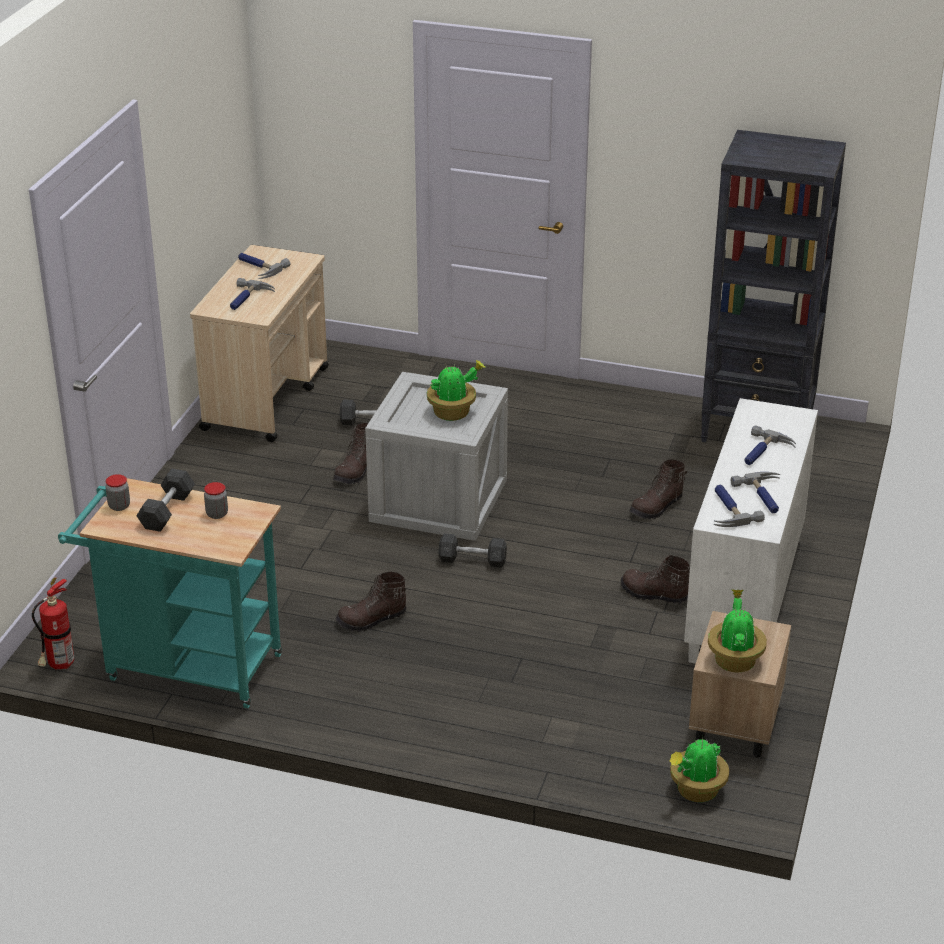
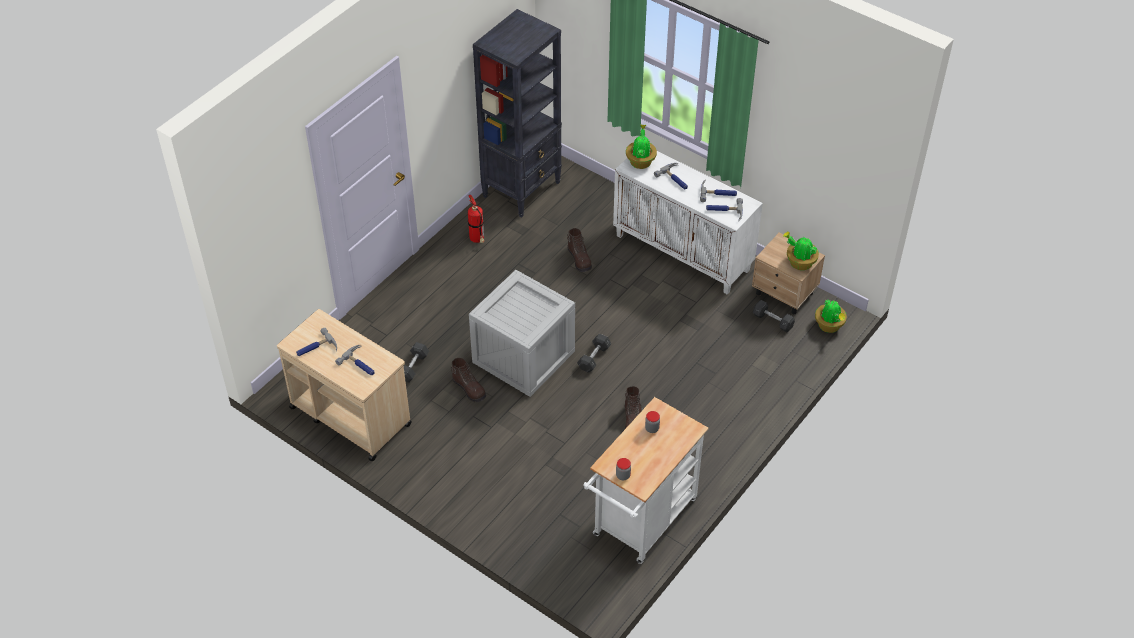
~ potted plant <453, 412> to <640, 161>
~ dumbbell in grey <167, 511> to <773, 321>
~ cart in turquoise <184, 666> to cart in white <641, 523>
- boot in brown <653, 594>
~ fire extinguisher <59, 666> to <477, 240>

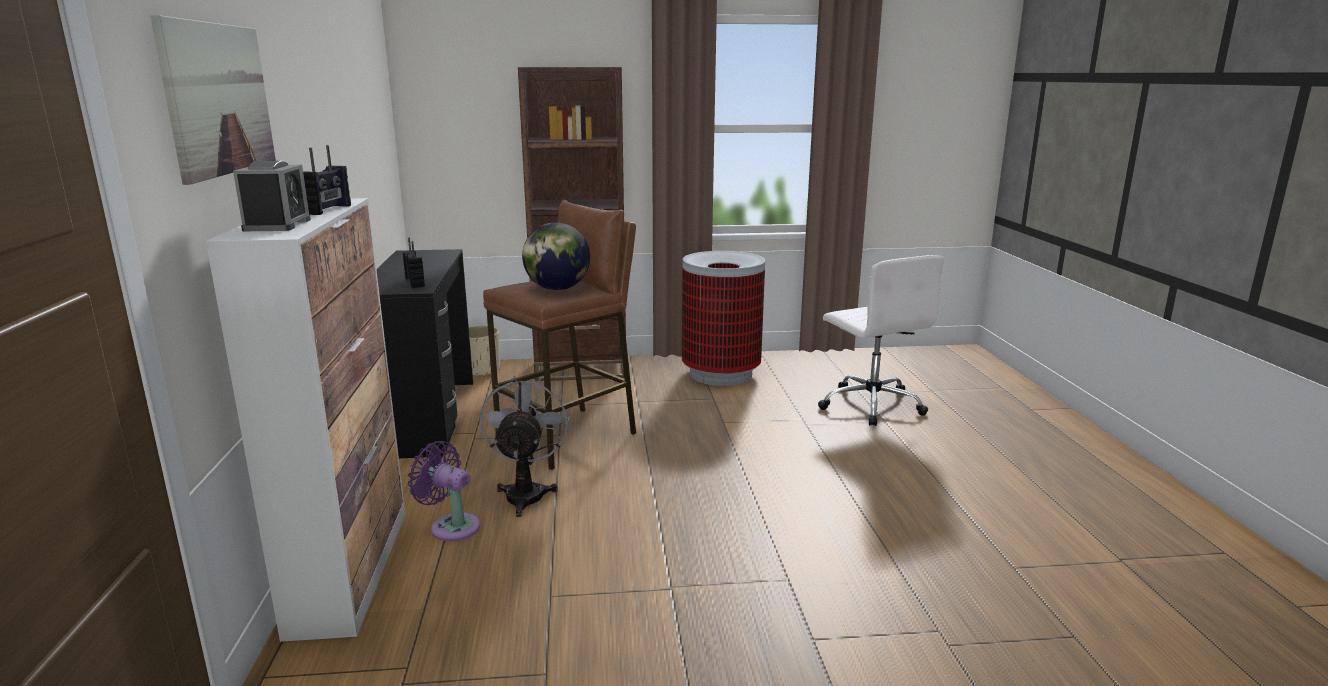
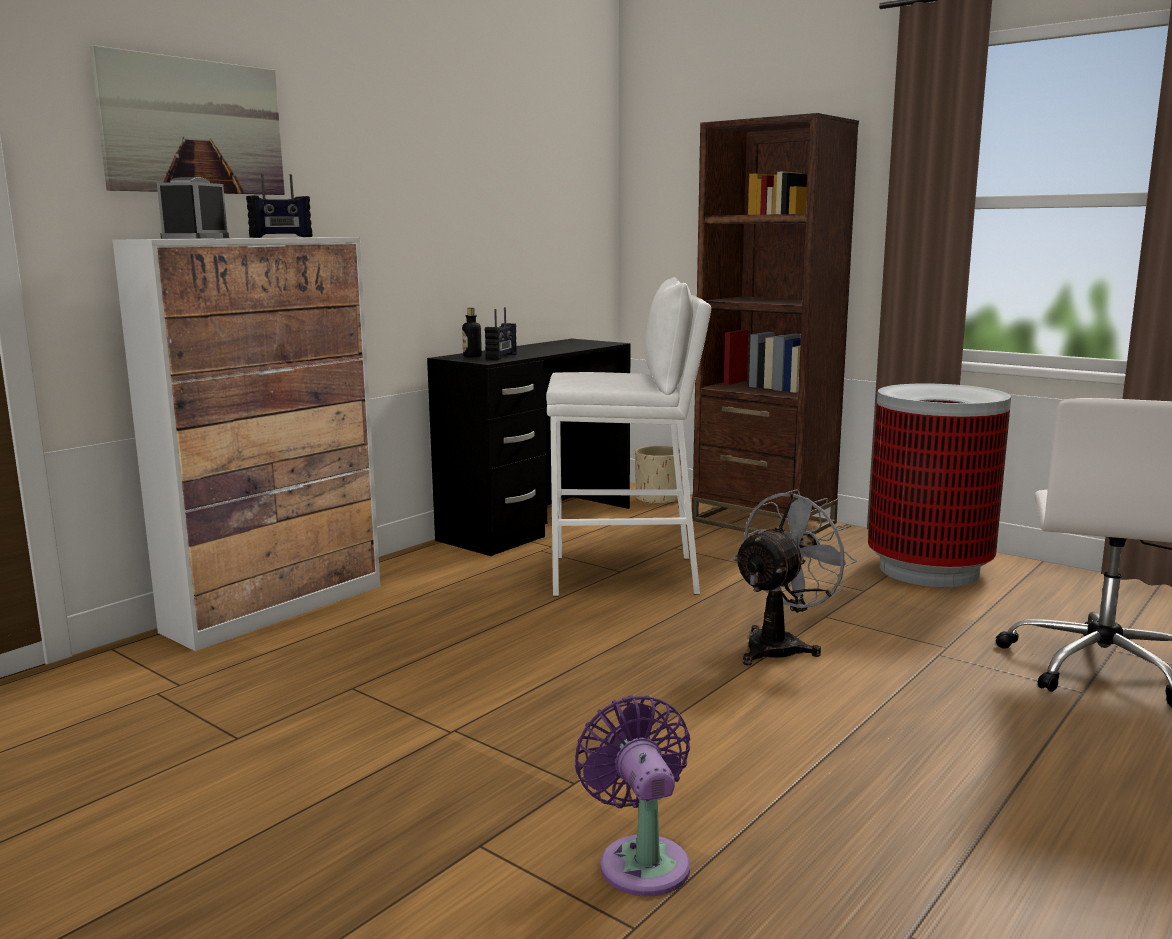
~ alarm clock <277, 225> = <195, 238> 150 degrees clockwise
~ stool in brown <568, 437> to stool in white <625, 575>
- globe <557, 289>
~ fan in grey <526, 492> to <781, 646>
~ fan in purple <451, 526> to <641, 860>
+ bottle <472, 356>

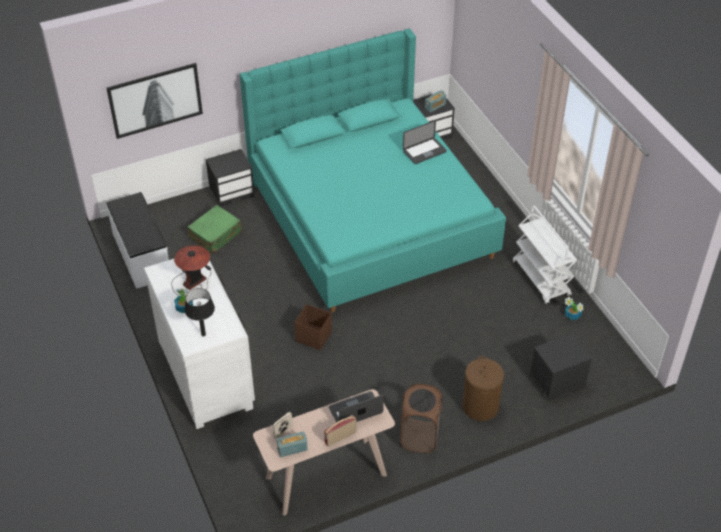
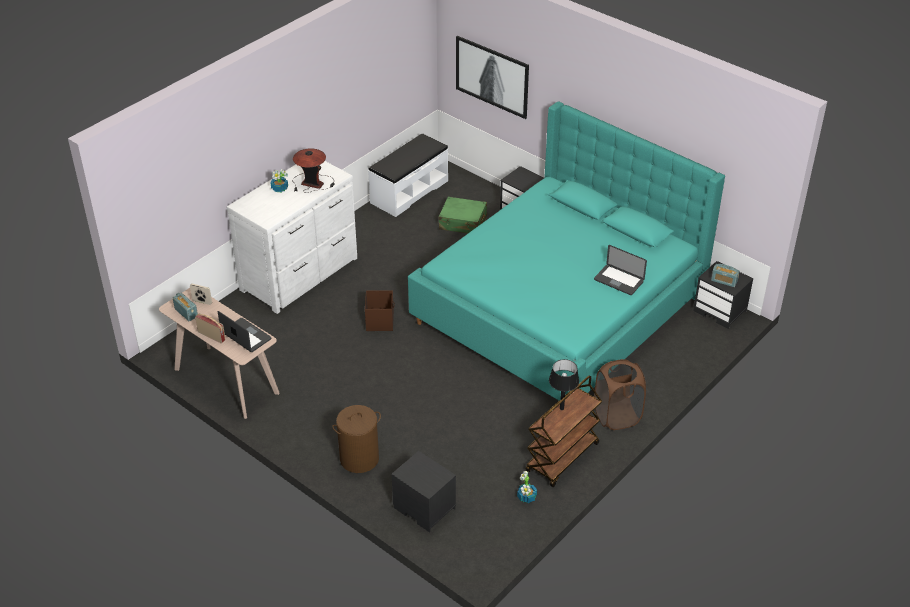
~ cart in white <541, 279> to cart in brown <562, 458>
~ table lamp in black <203, 334> to <562, 408>
~ laundry basket in brown <420, 436> to <617, 416>

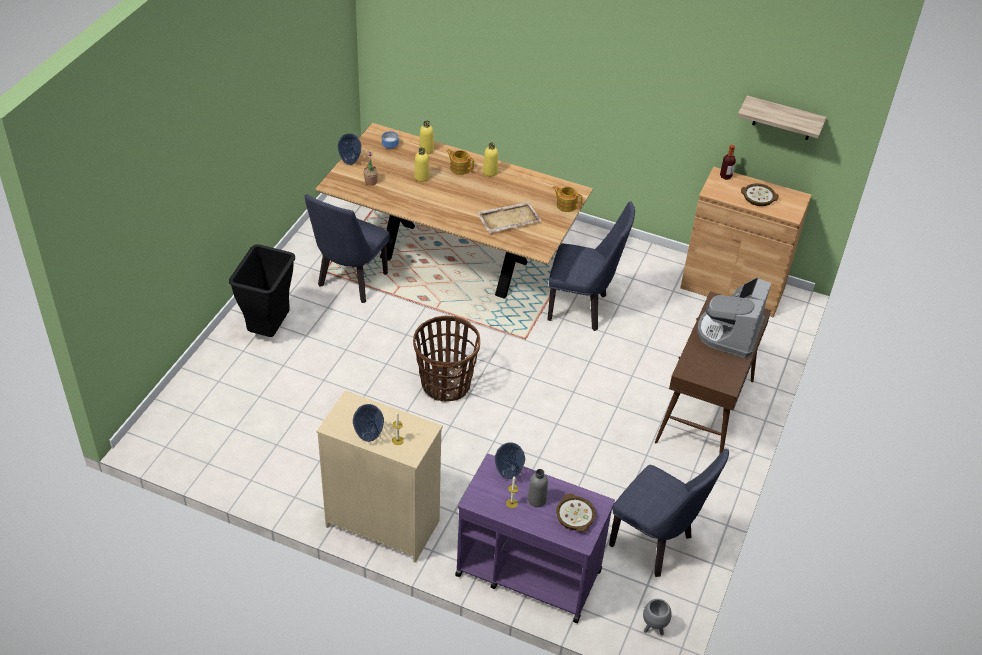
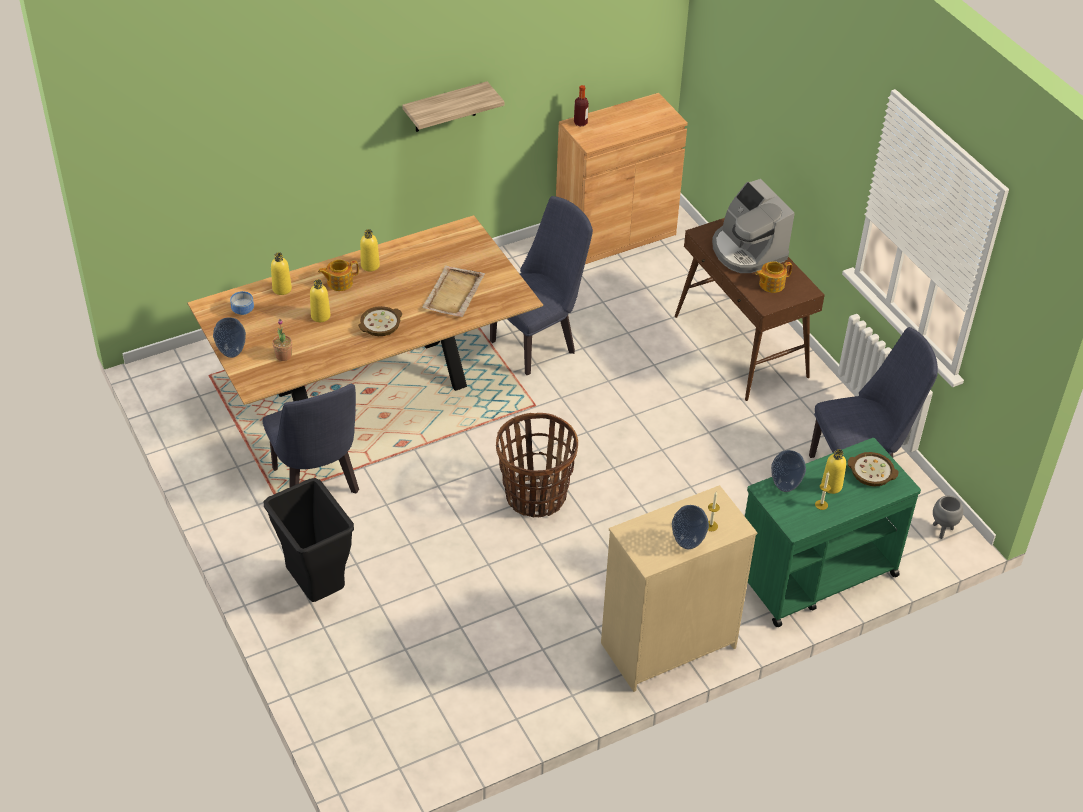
~ shelf <783, 118> to <445, 107>
~ bowl <758, 198> to <381, 325>
~ teapot <566, 205> to <771, 284>
~ cart in purple <527, 572> to cart in green <815, 575>
~ bottle in grey <537, 500> to bottle in yellow <831, 486>

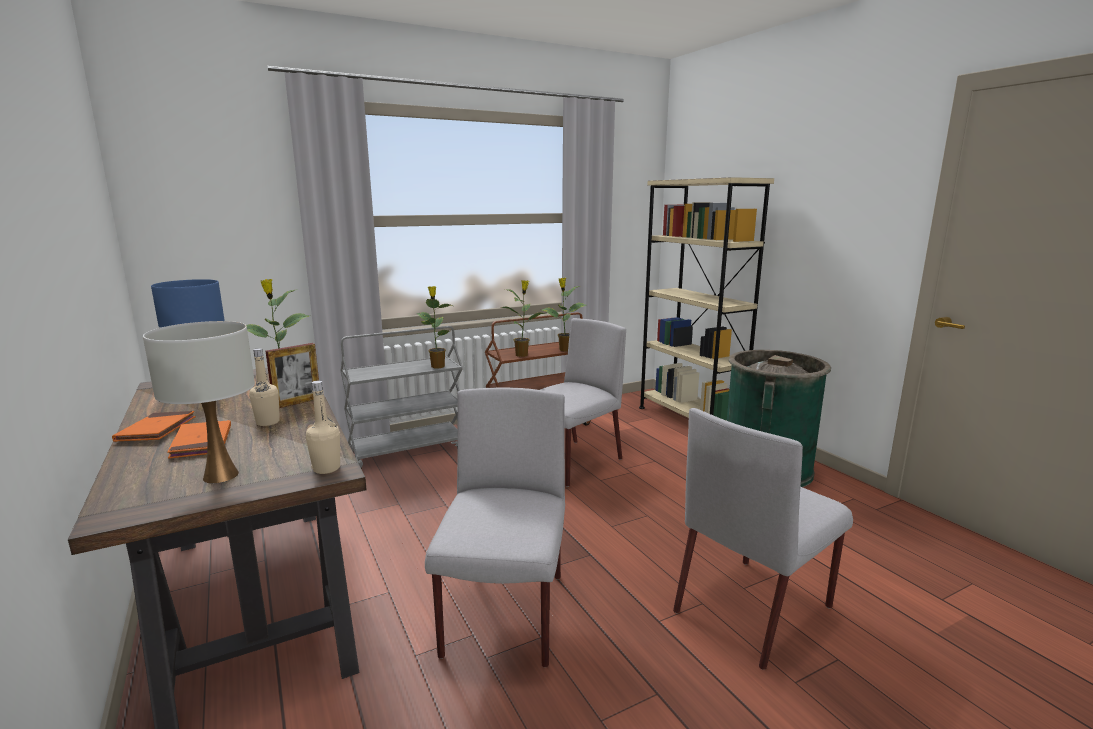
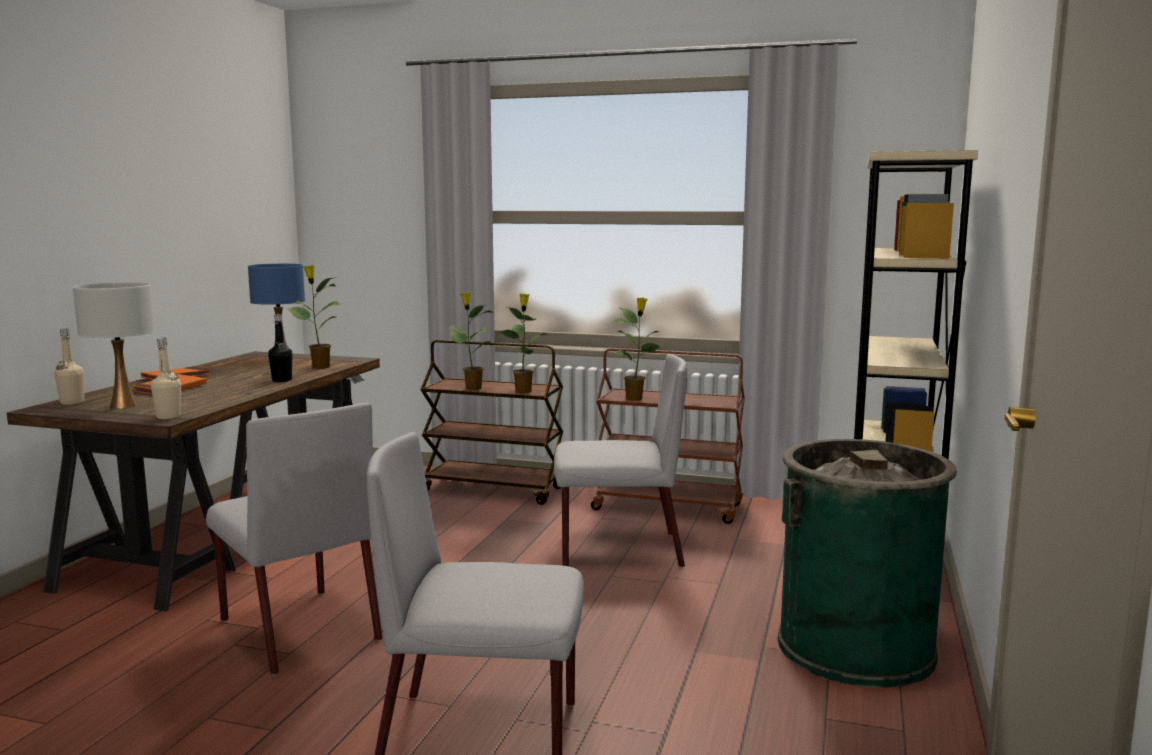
~ potted plant <564, 350> to <472, 388>
~ cart in grey <407, 452> to cart in brown <494, 490>
~ picture frame <297, 402> to bottle in black <282, 380>
~ bottle in beige <268, 422> to <72, 402>
~ chair in grey <504, 616> = <298, 628> 90 degrees clockwise

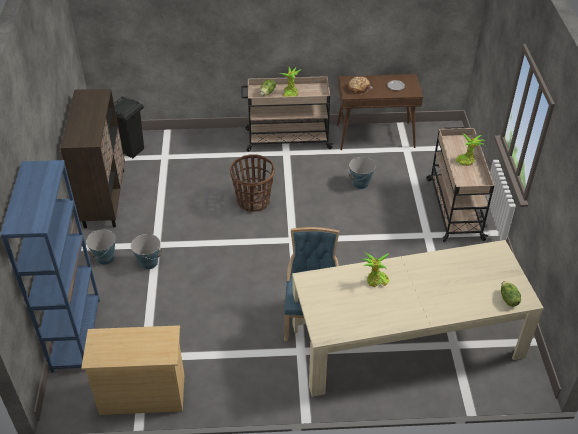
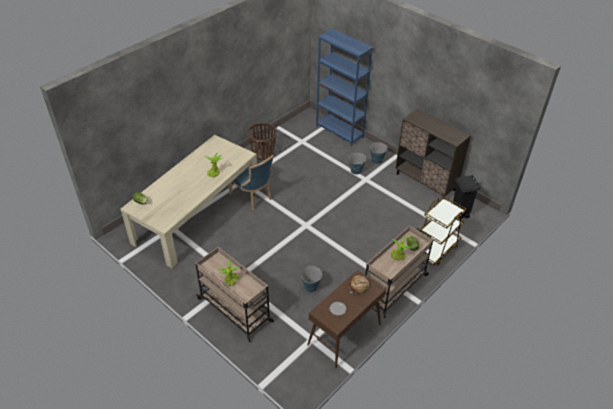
~ basket <253, 201> to <263, 153>
- dresser in beige <142, 394>
+ cart in brown <436, 249>

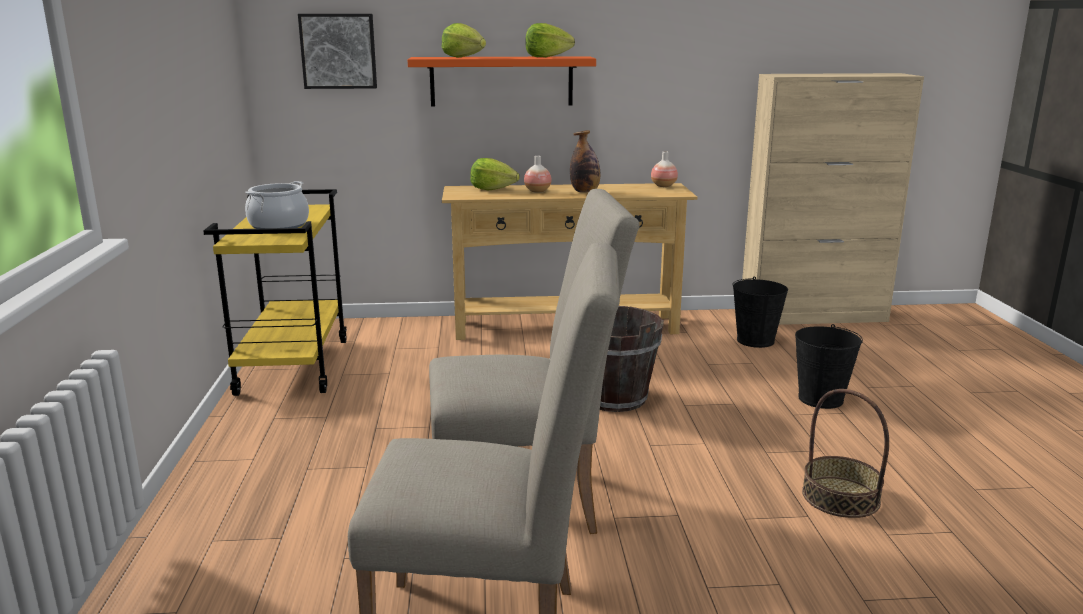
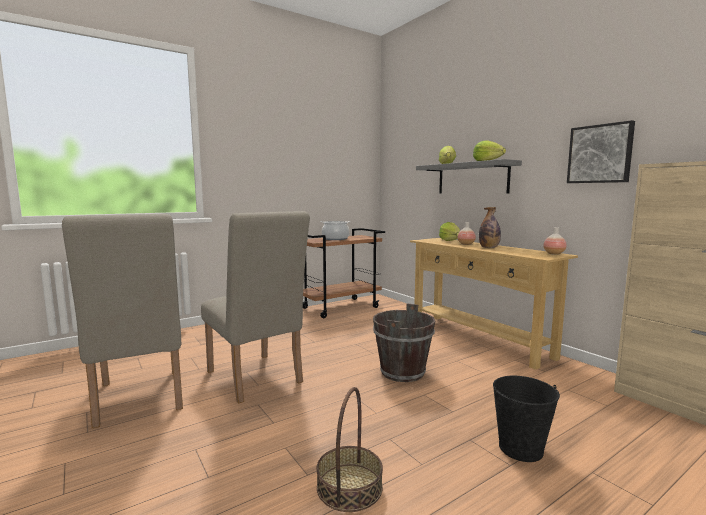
~ picture <338, 51> to <600, 154>
~ shelf in orange <501, 81> to shelf in grey <472, 178>
~ cart in yellow <293, 366> to cart in brown <340, 307>
- bucket in black <755, 340>

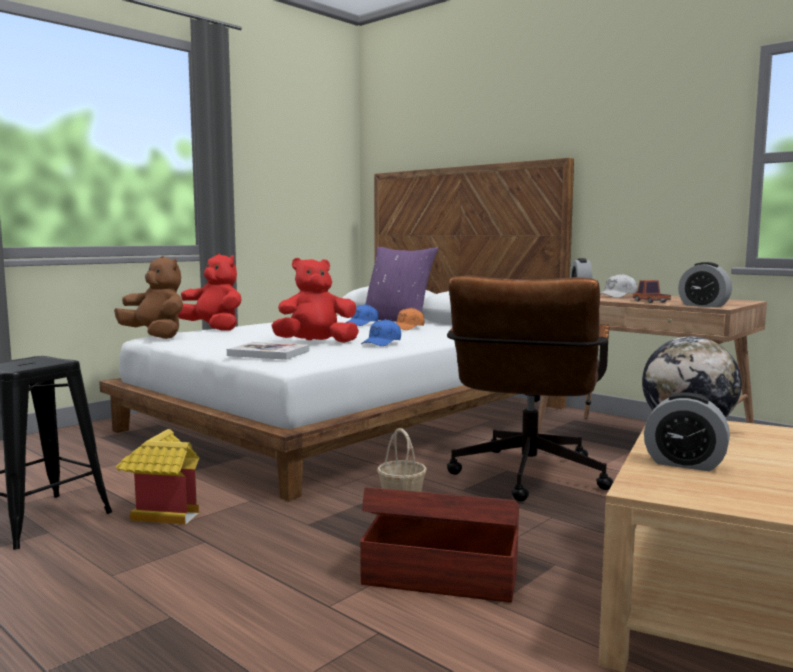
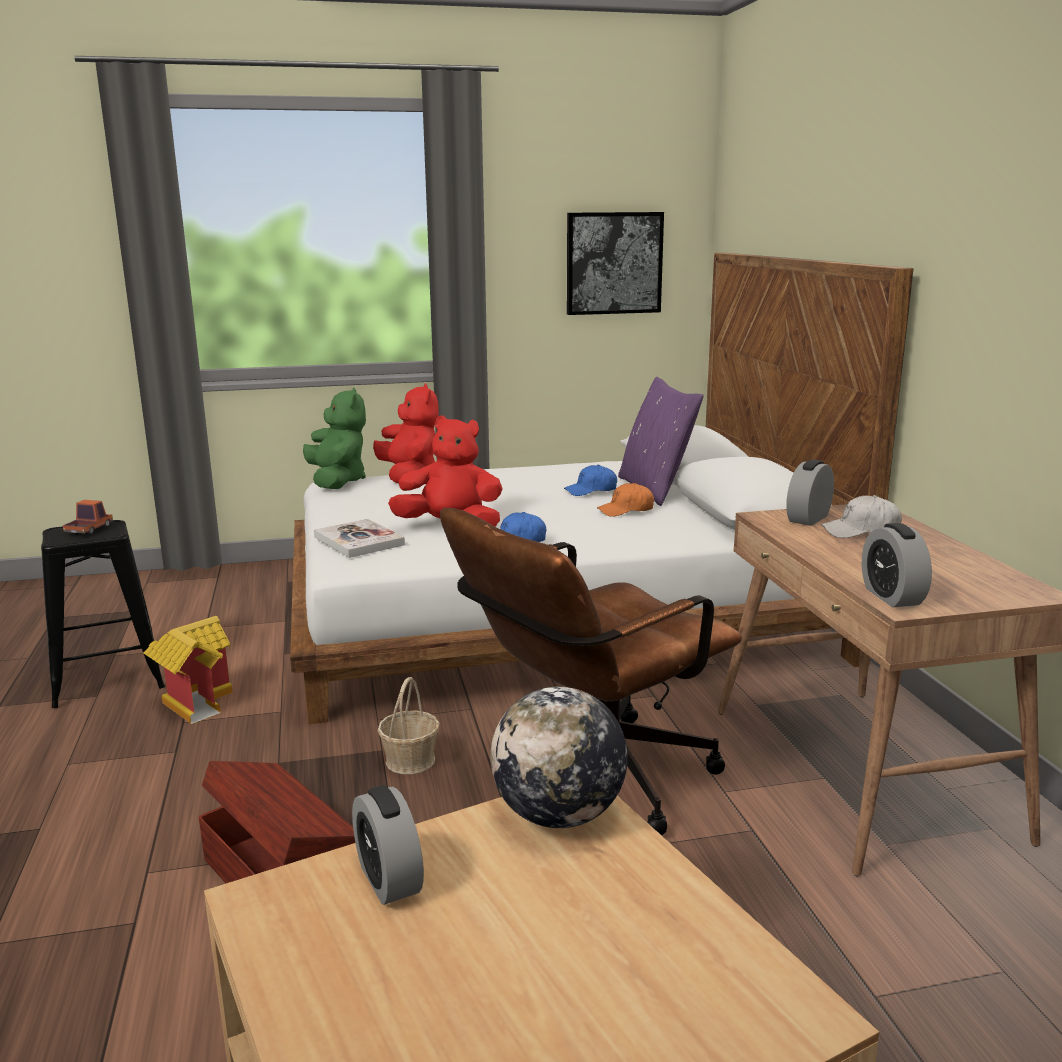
~ plush toy in brown <155, 336> to plush toy in green <337, 481>
~ toy truck <651, 301> to <89, 529>
+ picture <613, 263>

